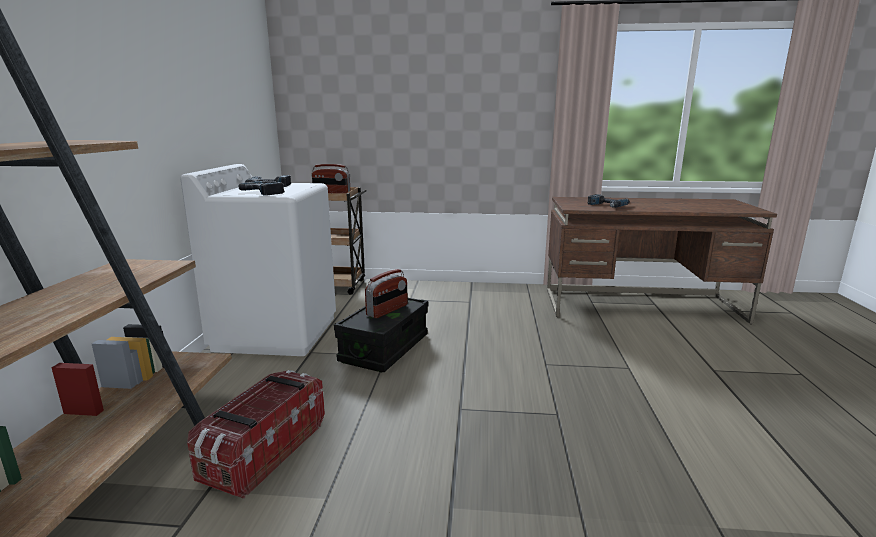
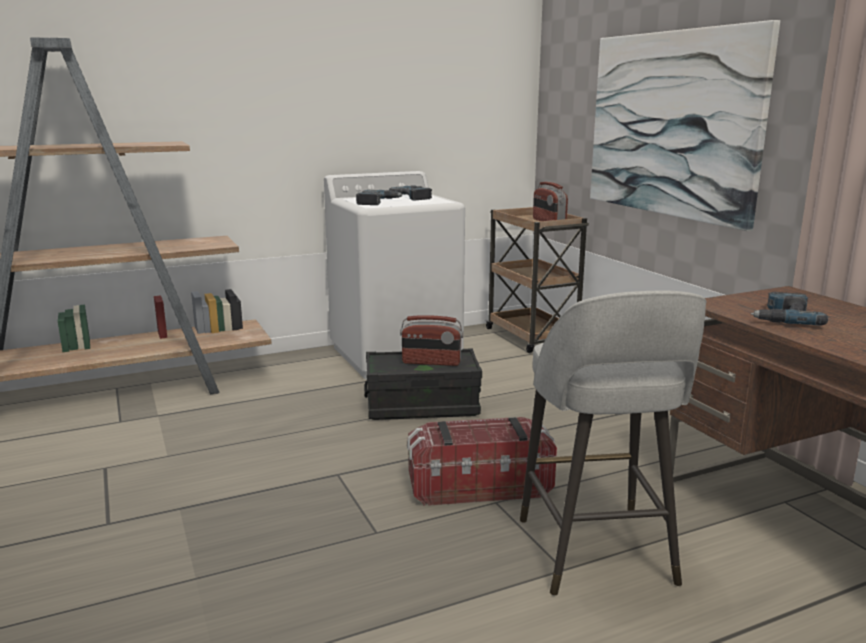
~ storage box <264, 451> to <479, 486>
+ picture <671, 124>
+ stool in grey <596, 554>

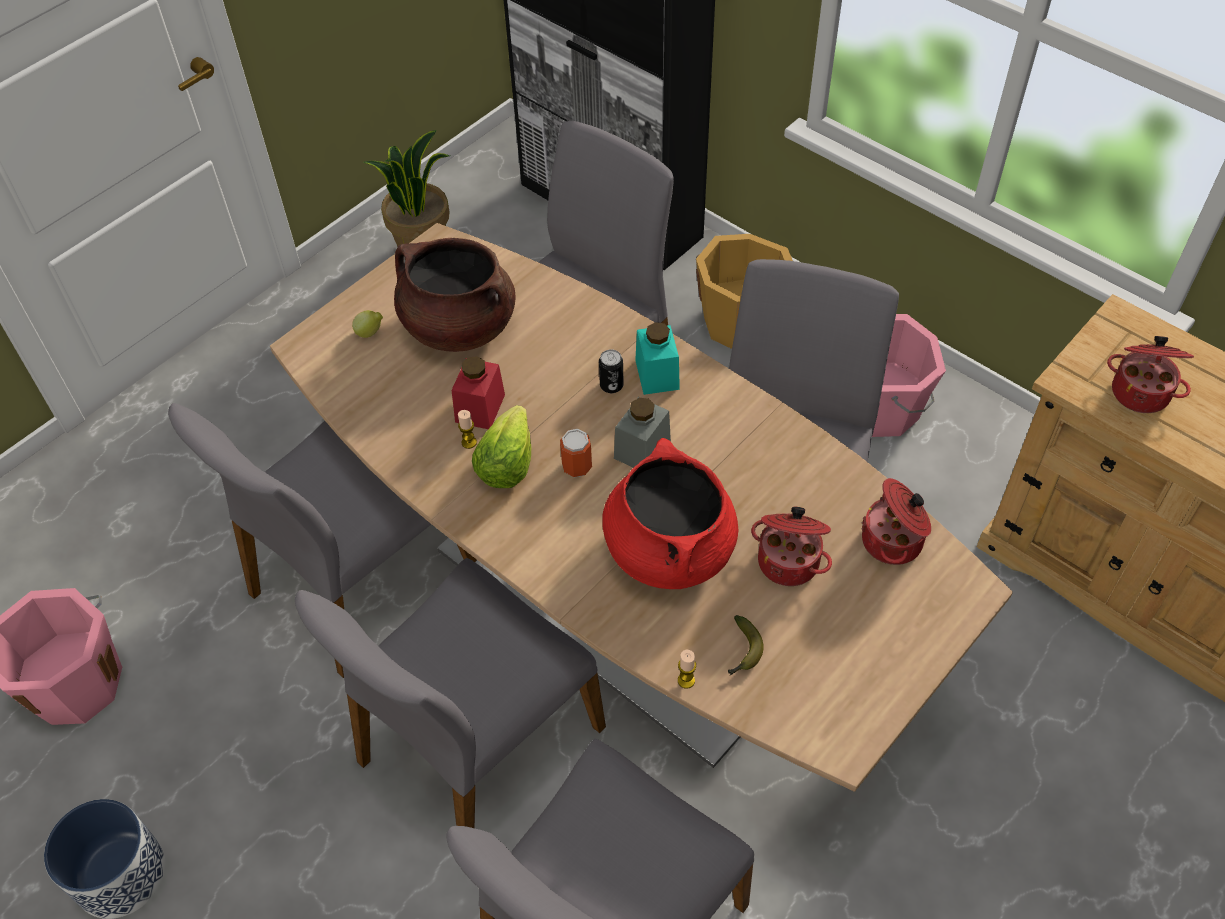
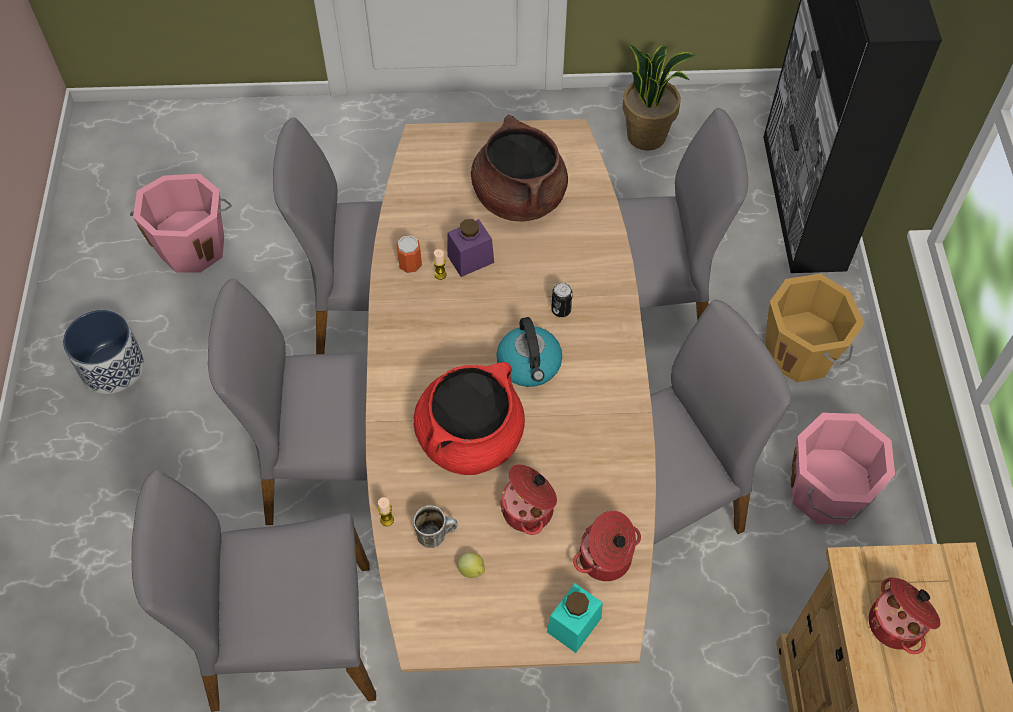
~ lemon <370, 333> to <472, 571>
~ jar in turquoise <657, 374> to <574, 625>
~ jar in red <480, 408> to jar in purple <470, 259>
~ jar in grey <642, 449> to kettle <529, 365>
- lettuce <506, 465>
~ can <577, 466> to <410, 264>
~ banana <742, 651> to mug <436, 534>

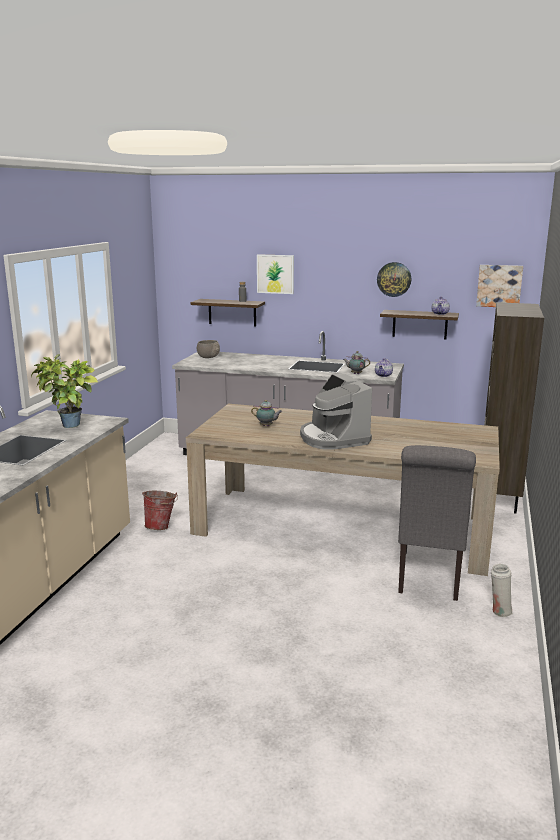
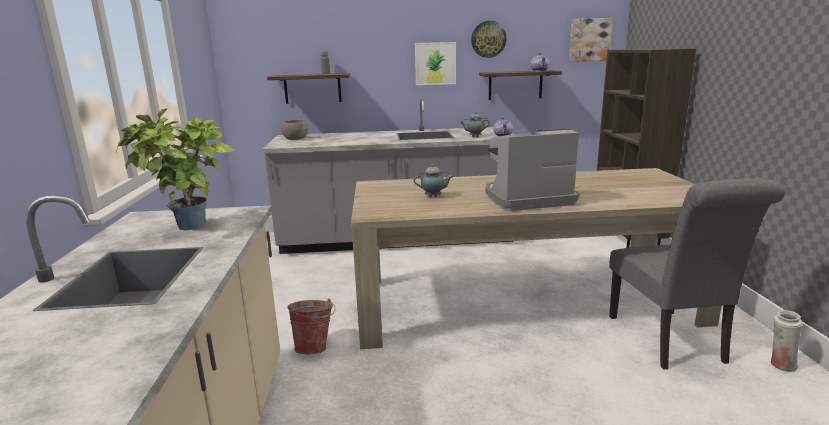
~ picture <275, 274> to <435, 63>
~ coffee machine <333, 438> = <527, 199> 120 degrees clockwise

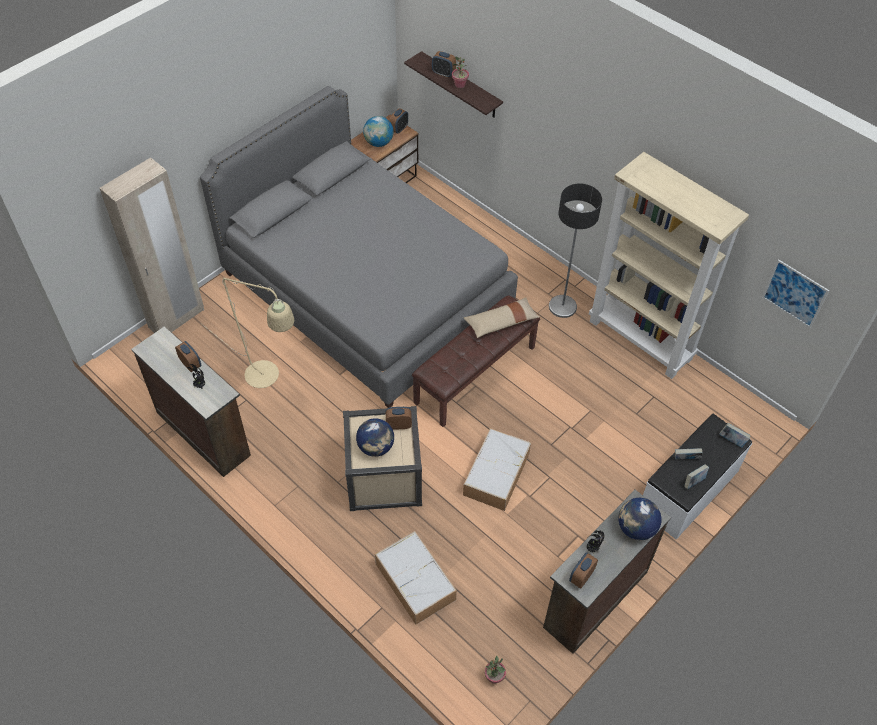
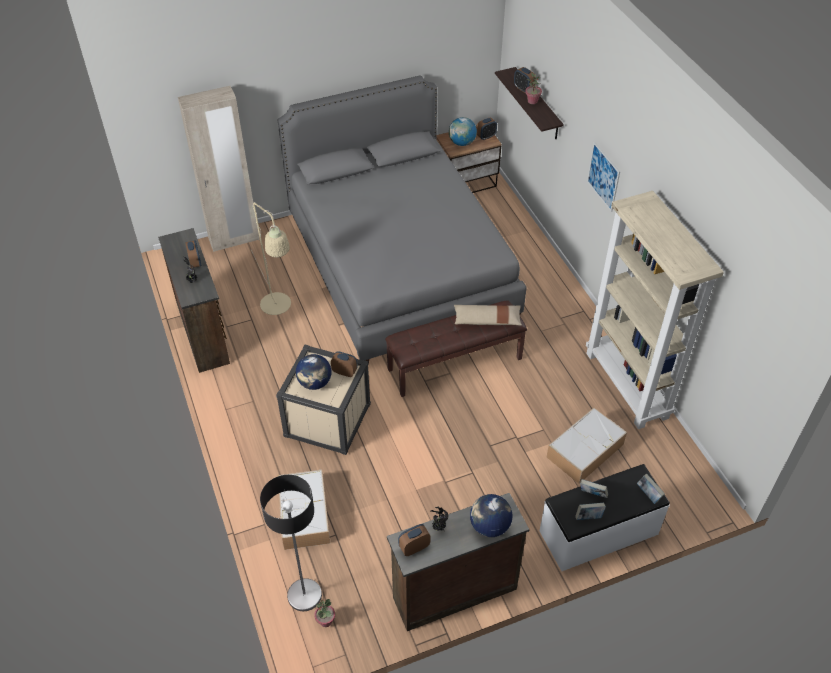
~ floor lamp <562, 307> to <304, 595>
~ picture <794, 293> to <603, 176>
~ storage box <496, 473> to <585, 450>

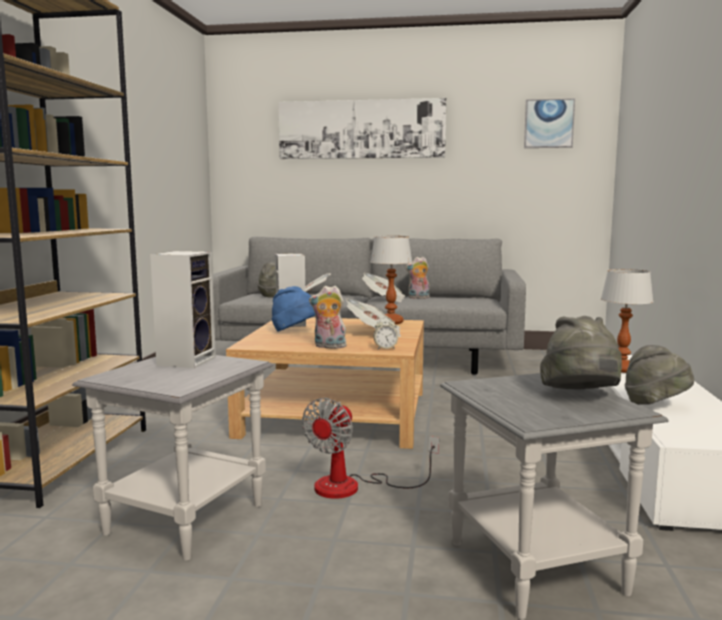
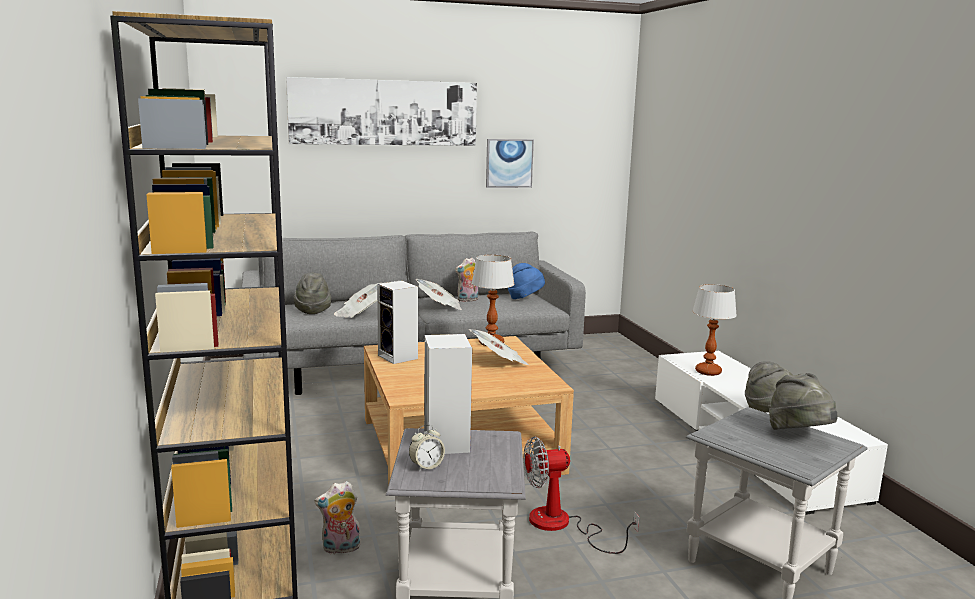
~ picture <548, 123> to <509, 163>
~ hat in blue <295, 332> to <525, 298>
~ plush toy <329, 347> to <340, 549>
~ alarm clock <385, 348> to <426, 466>
~ fan <353, 487> = <562, 525> 75 degrees clockwise

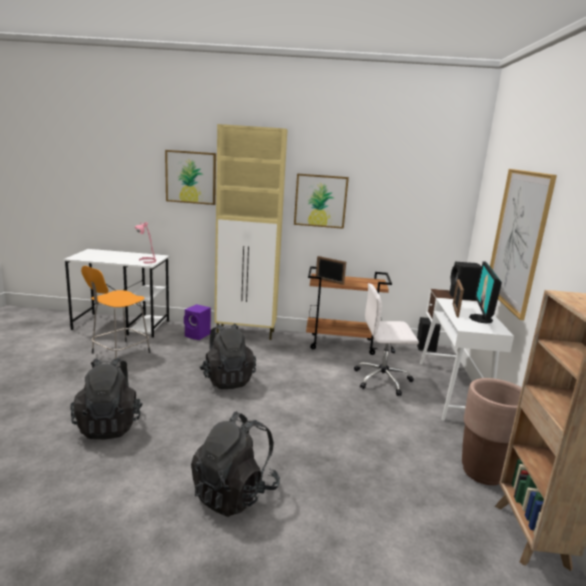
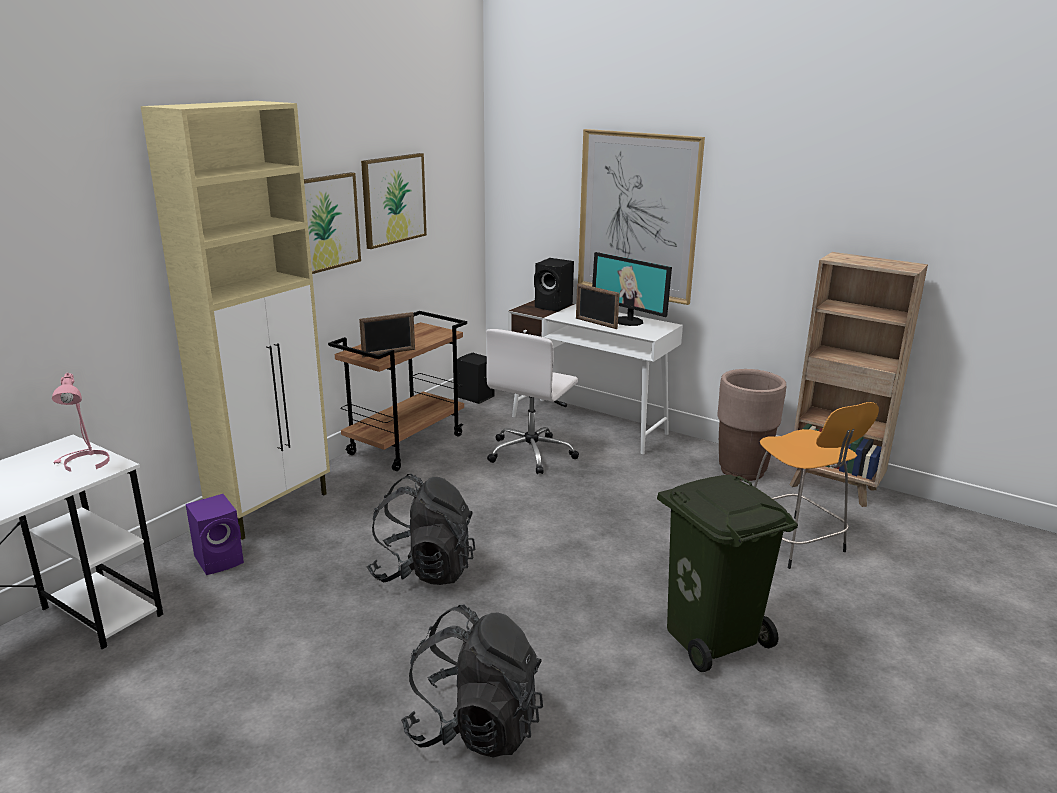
~ picture <191, 177> to <393, 199>
~ stool in orange <119, 353> to <795, 543>
~ backpack in black <234, 494> to trash can in green <712, 636>

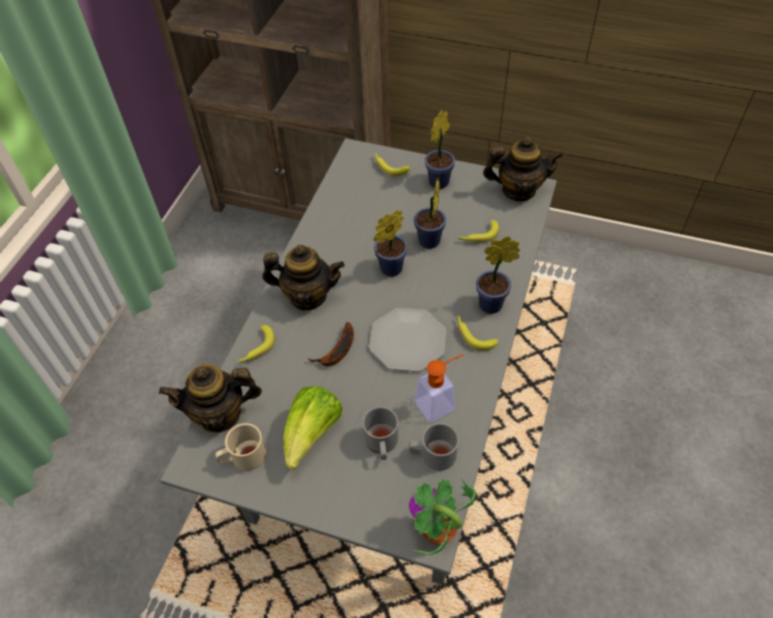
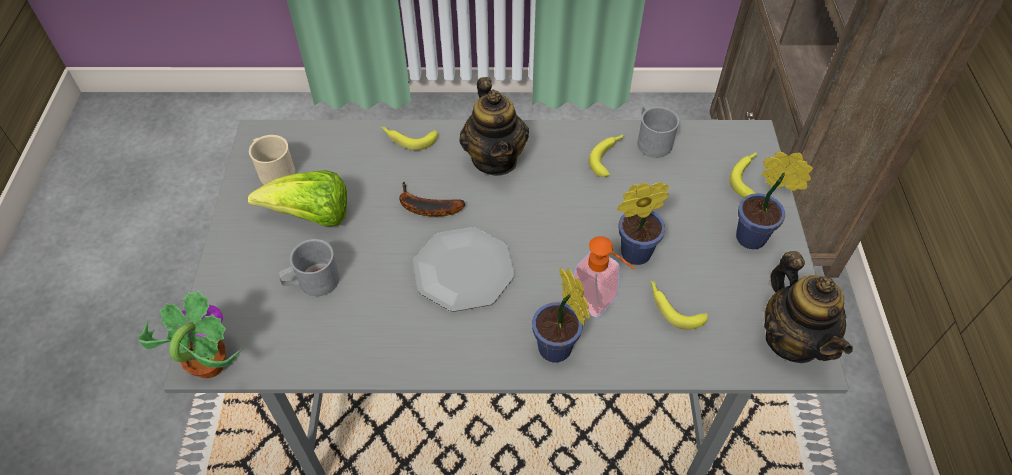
- potted plant <388, 270>
~ banana <473, 335> to <608, 157>
~ soap dispenser <440, 402> to <599, 302>
- teapot <220, 414>
~ mug in grey <433, 455> to <652, 141>

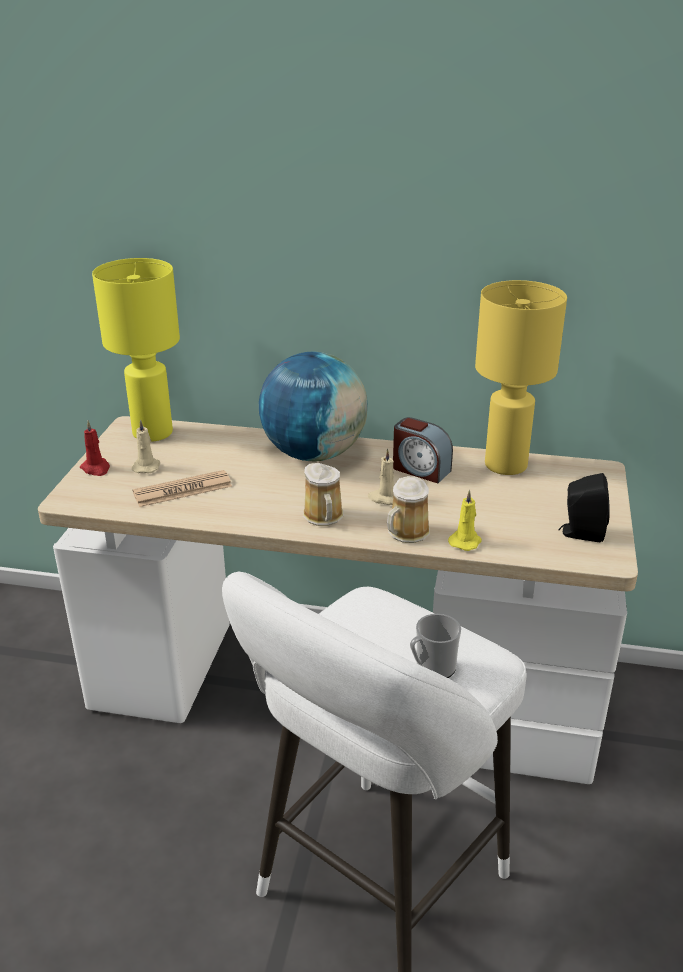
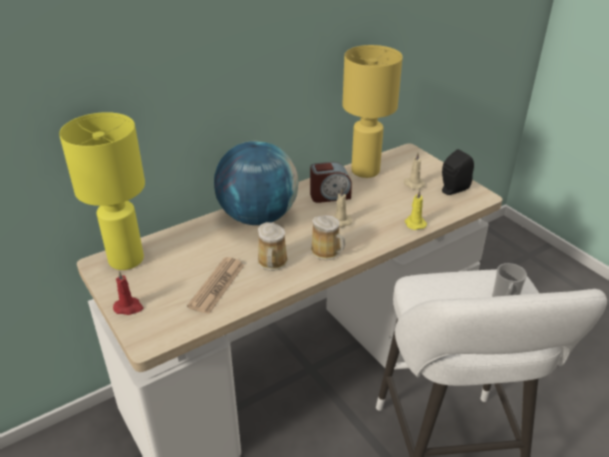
~ candle in beige <147, 466> to <413, 184>
~ mug <406, 533> to <272, 263>

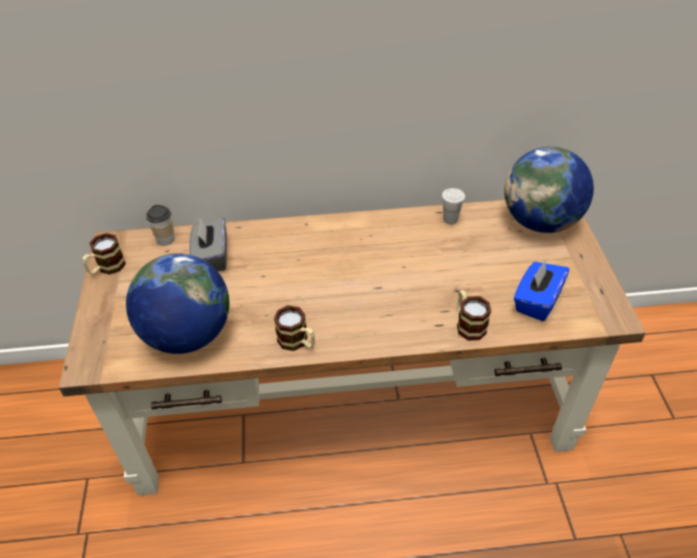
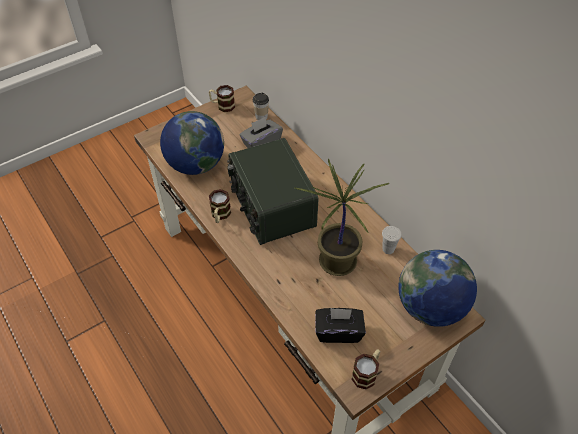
~ tissue box in blue <536, 301> to tissue box in black <338, 331>
~ mug <468, 324> to <366, 373>
+ radio <271, 206>
+ potted plant <337, 263>

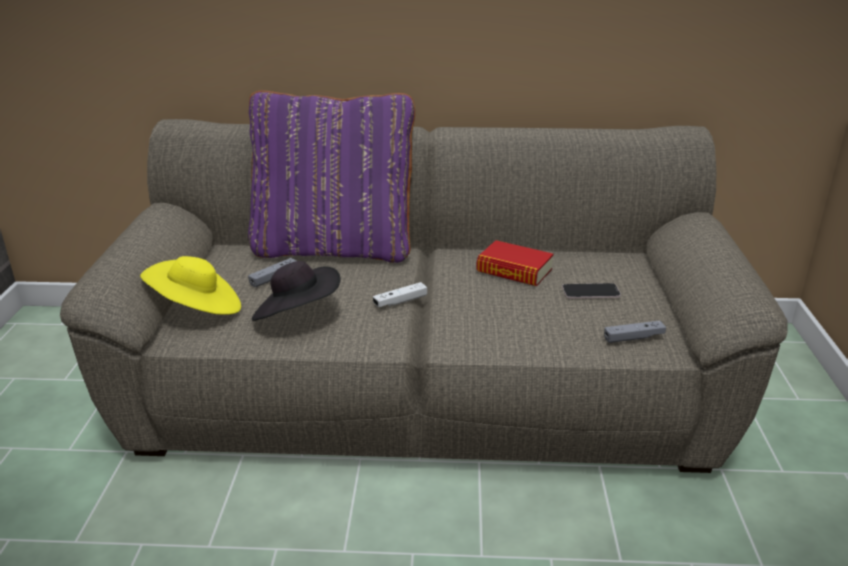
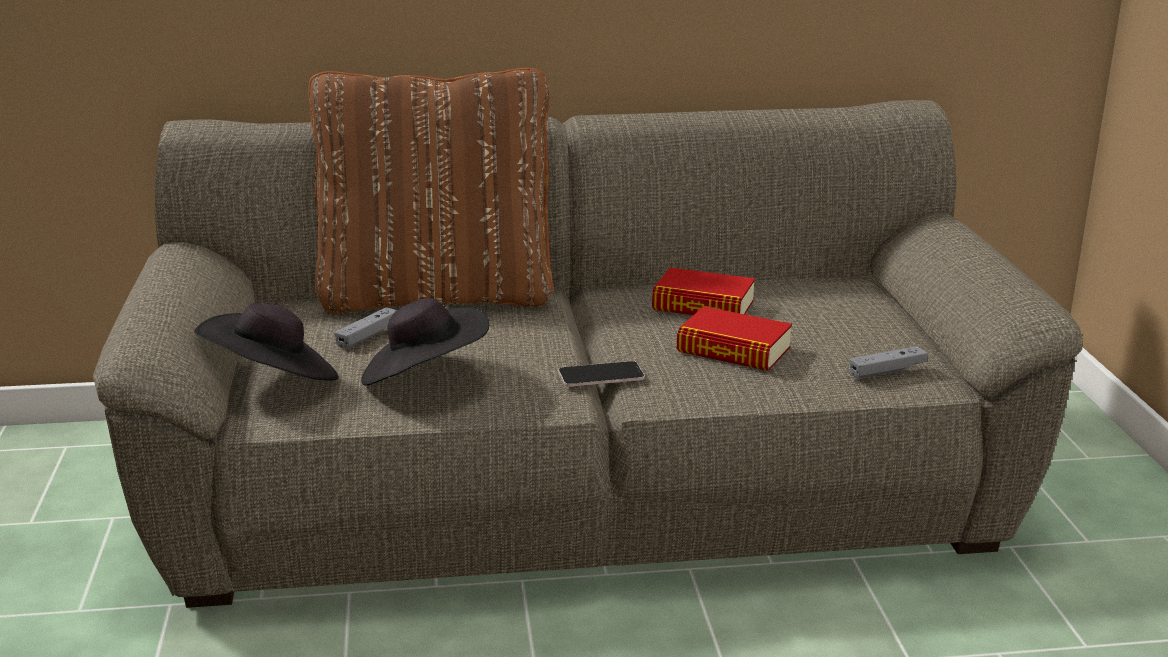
~ pillow in purple <334, 248> to pillow in brown <437, 295>
~ hat in yellow <197, 309> to hat in black <273, 381>
- game controller in white <400, 301>
~ phone <590, 292> to <601, 375>
+ book <733, 350>

